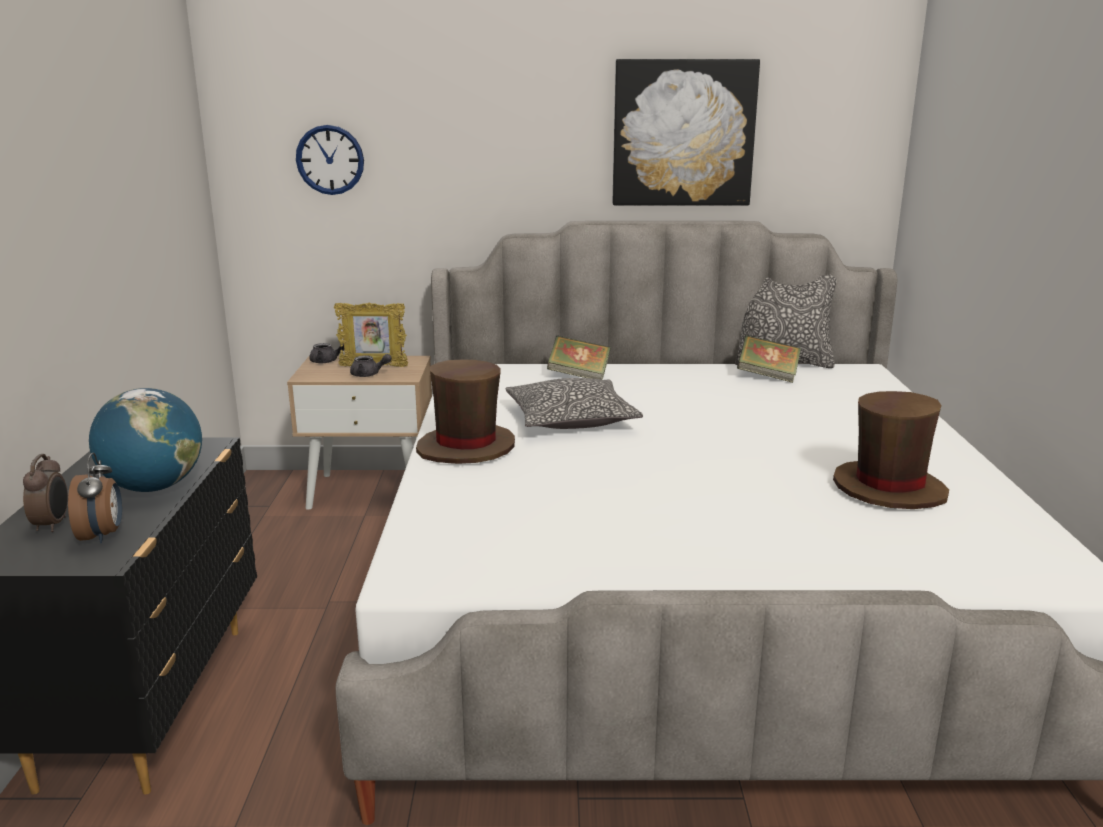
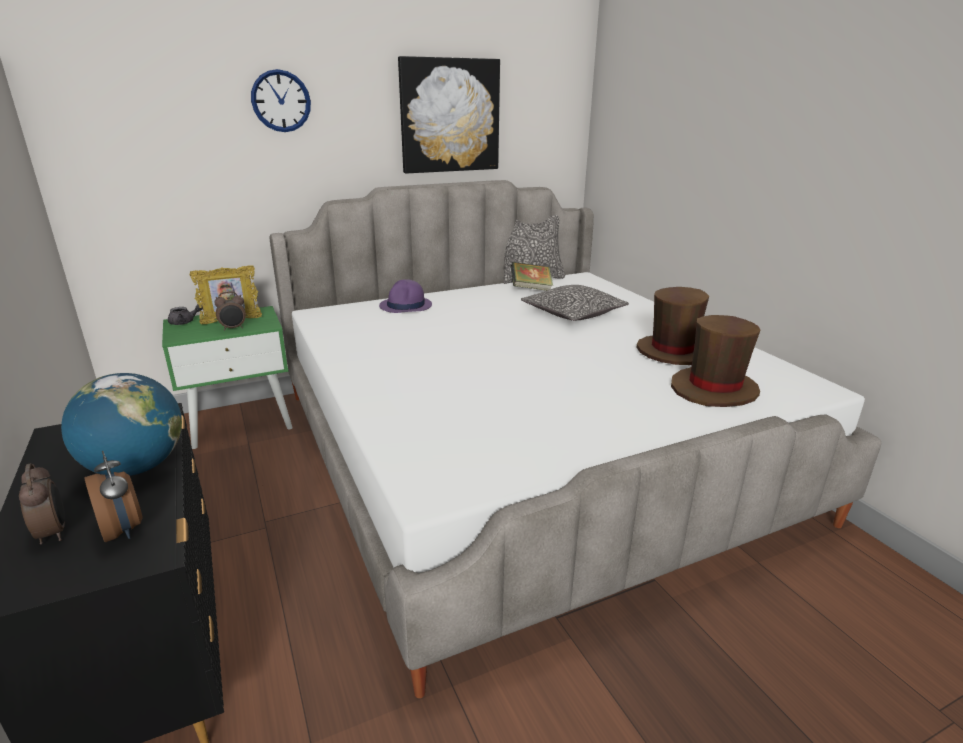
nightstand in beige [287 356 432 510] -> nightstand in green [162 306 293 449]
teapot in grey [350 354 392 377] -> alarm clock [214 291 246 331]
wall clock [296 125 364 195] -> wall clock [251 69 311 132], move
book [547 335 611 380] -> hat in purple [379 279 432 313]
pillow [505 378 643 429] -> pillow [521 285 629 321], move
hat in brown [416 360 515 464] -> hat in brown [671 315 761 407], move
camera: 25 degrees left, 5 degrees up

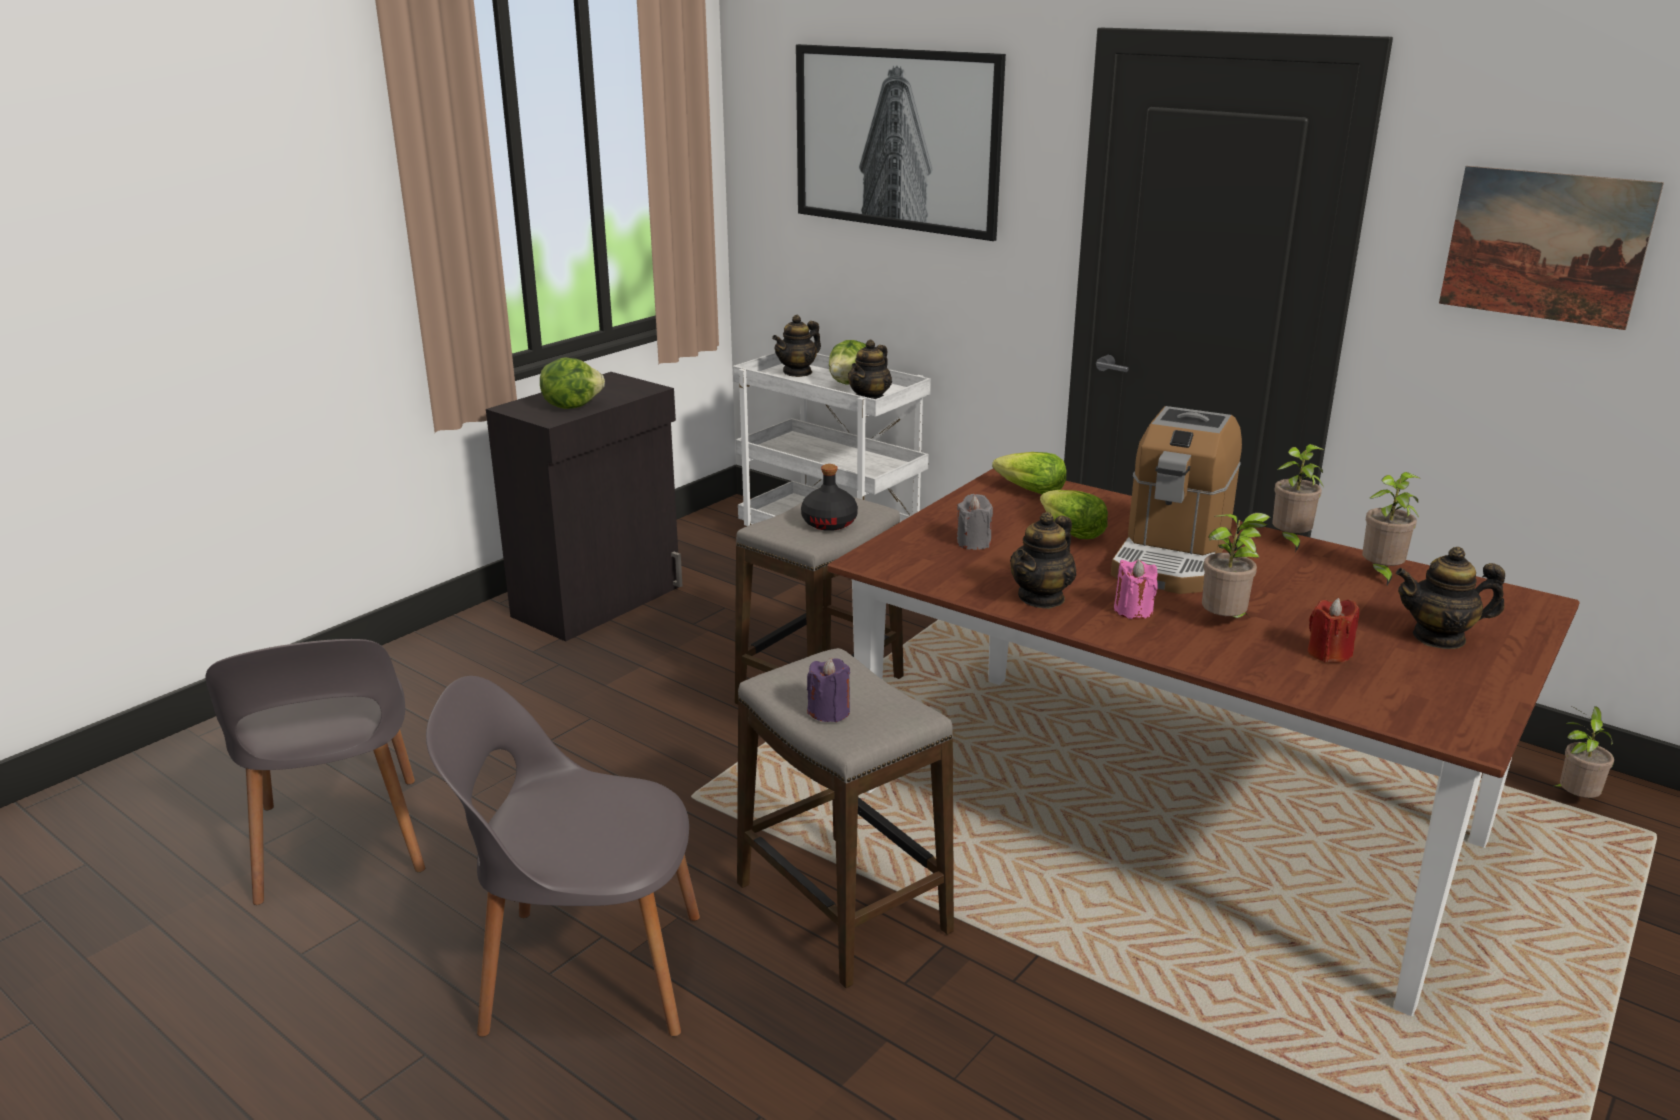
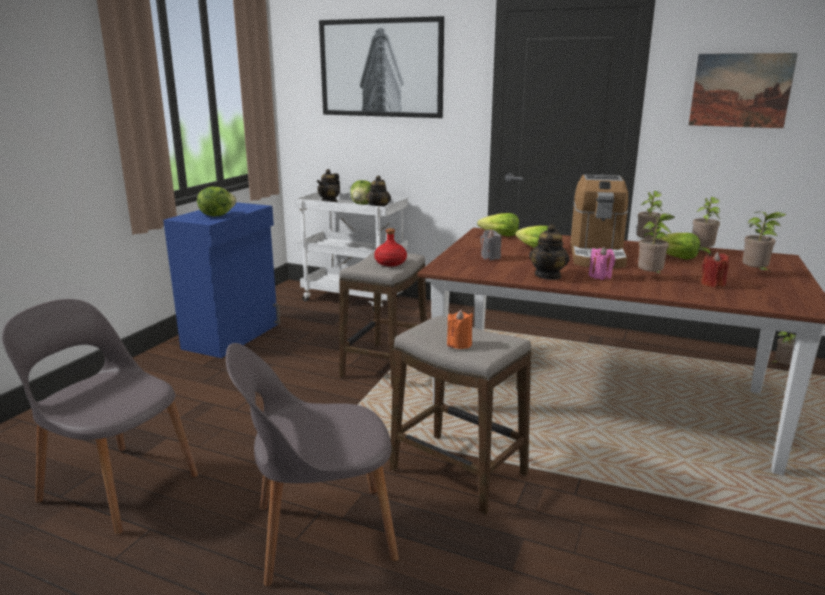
chair in grey [205 639 425 905] -> chair in grey [2 299 198 535], 150 degrees clockwise
cabinet in black [486 372 682 642] -> cabinet in blue [163 202 280 358]
bottle in black [801 464 858 531] -> bottle in red [374 228 407 266]
candle in purple [807 658 850 722] -> candle in orange [447 309 473 349]
none -> lettuce [651 233 700 259]
teapot [1396 547 1505 649] -> potted plant [742 212 786 271]
camera: 15 degrees left, 5 degrees down

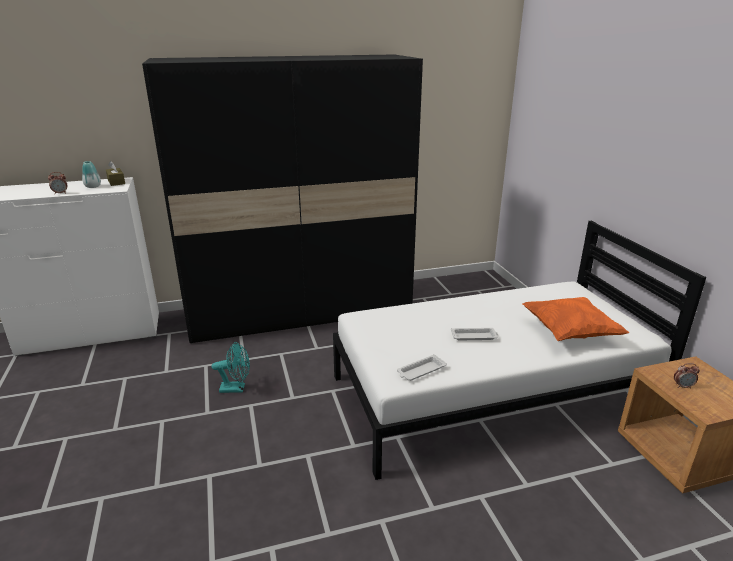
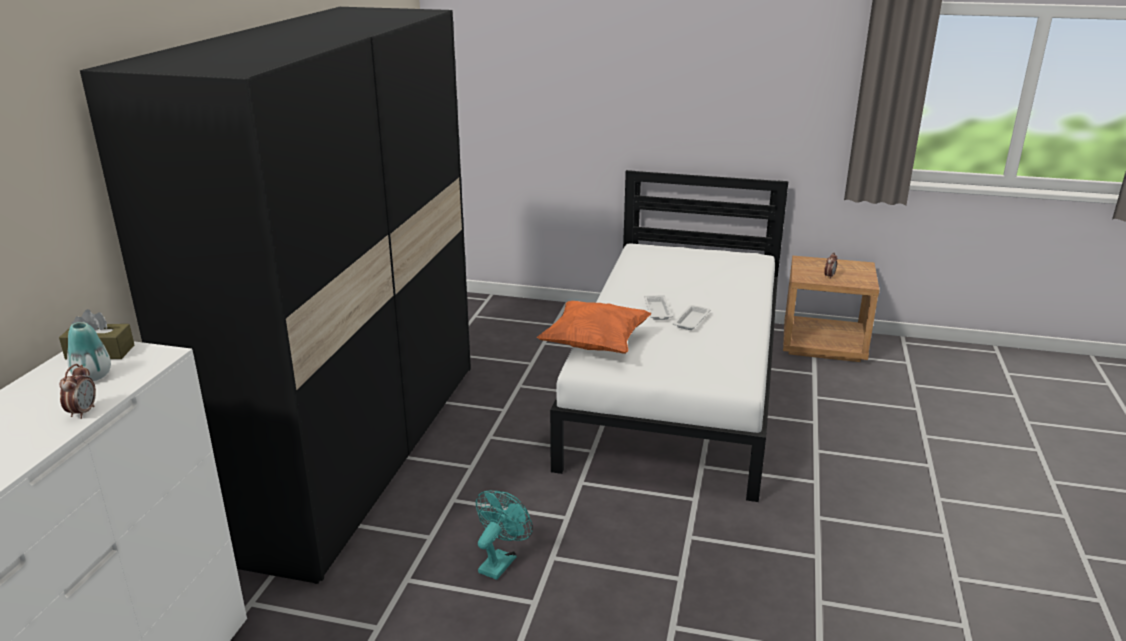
pillow in orange [522 297 629 341] -> pillow in orange [537 301 652 354], move
tray in white [397 354 447 381] -> tray in white [644 295 672 320], move
camera: 60 degrees left, 0 degrees up

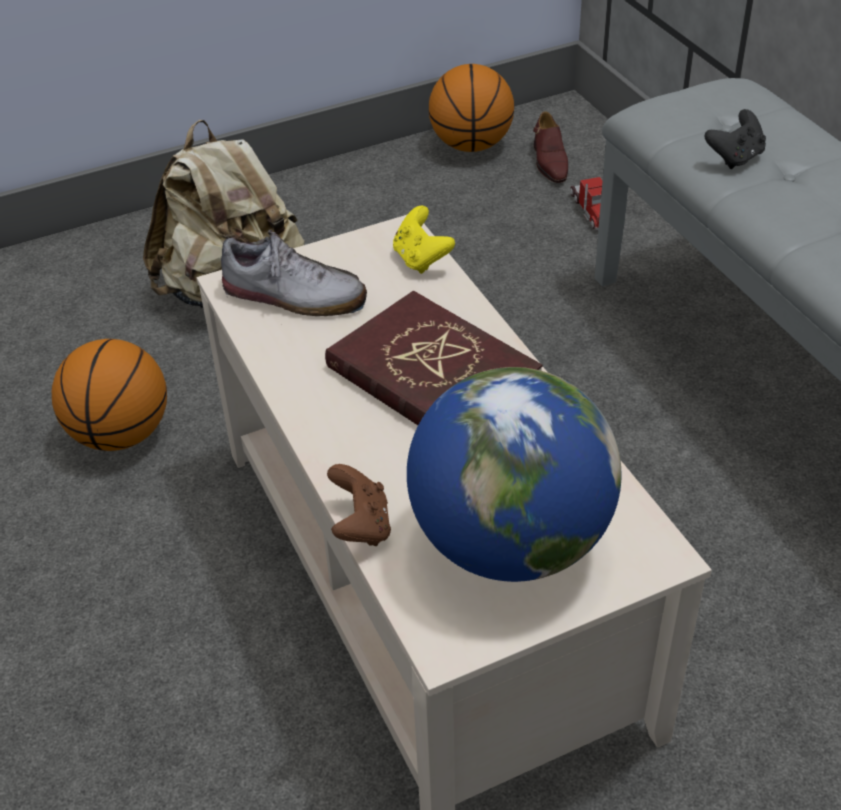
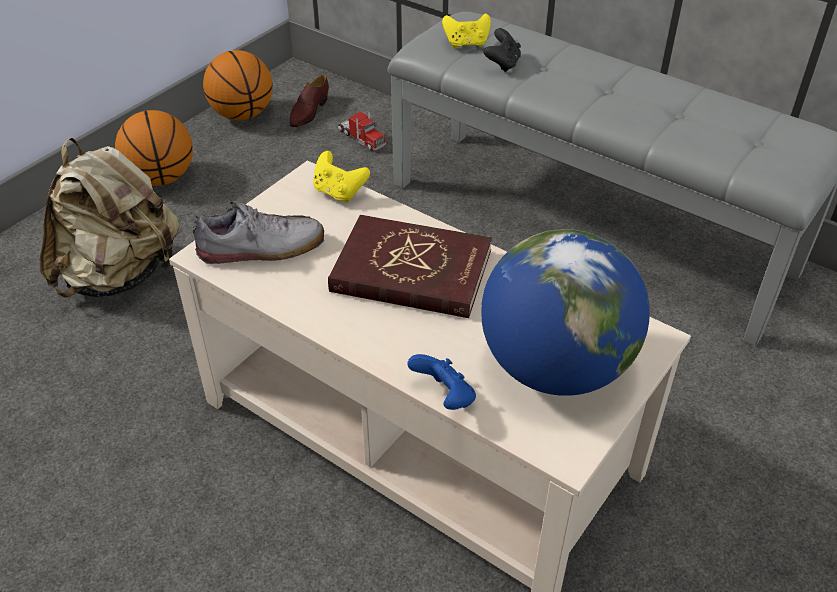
basketball [52 339 167 451] -> basketball [115 110 193 186], move
shoe in brown [533 111 568 183] -> shoe in brown [289 75 329 127], 60 degrees clockwise
game controller in brown [327 464 391 546] -> game controller in blue [407 354 476 410]
none -> game controller in yellow [442 14 491 48]
camera: 30 degrees left, 0 degrees up

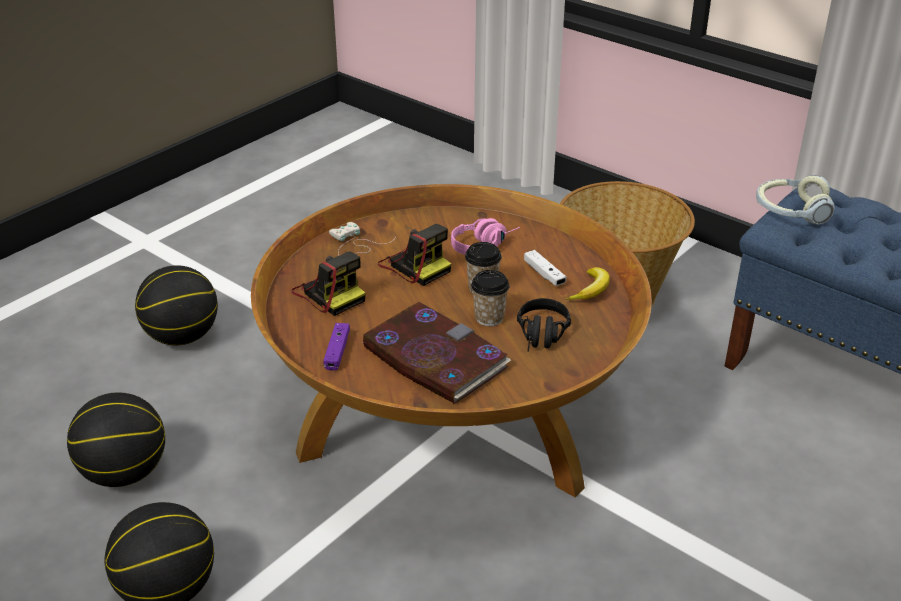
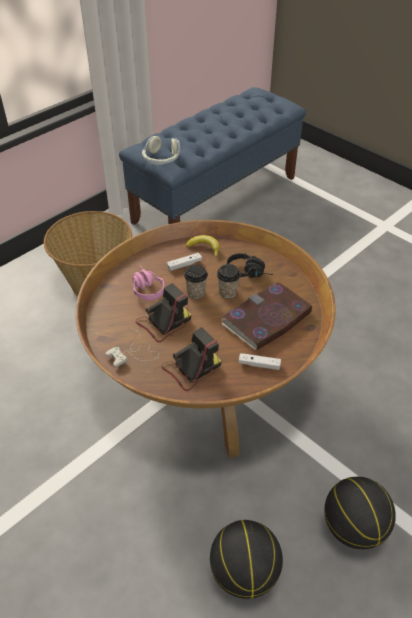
game controller in purple [323 323 350 371] -> game controller in white [239 353 281 370]
basketball [135 265 218 345] -> none
camera: 85 degrees left, 10 degrees up

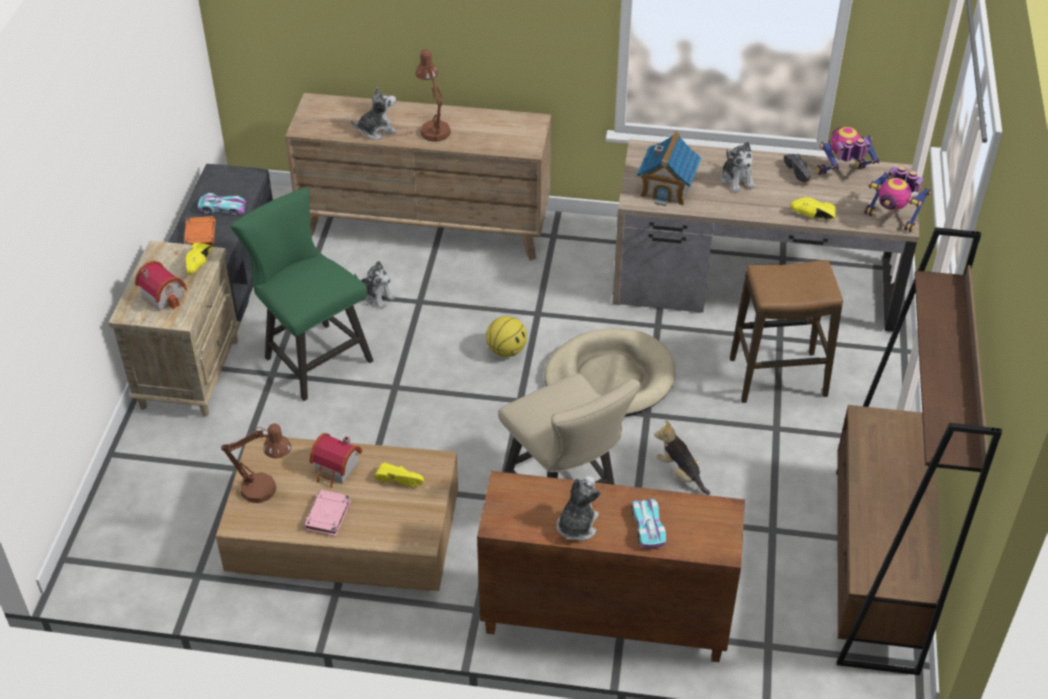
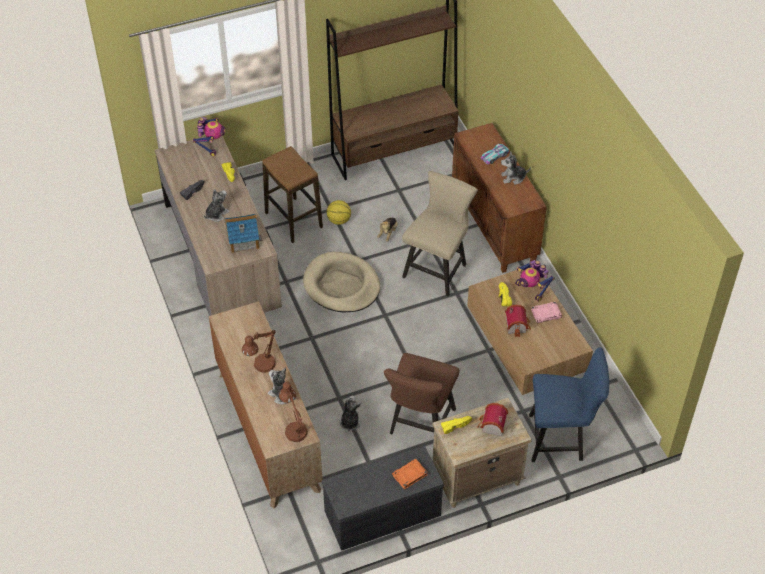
table lamp in brown [221 423 291 503] -> table lamp in brown [279 382 308 442], move
basketball [486 316 527 357] -> basketball [327 200 351 225], move
chair in green [230 187 373 401] -> chair in brown [384 353 459 434]
toy robot [817 127 880 175] -> toy robot [515 260 555 302], move
none -> chair in blue [529 347 609 462]
toy car [198 193 247 216] -> none
camera: 120 degrees left, 5 degrees up

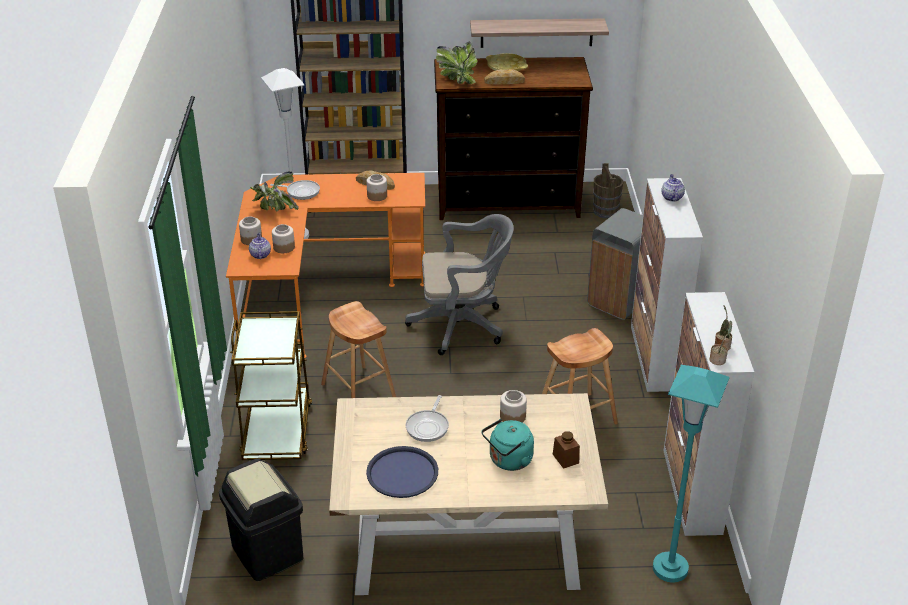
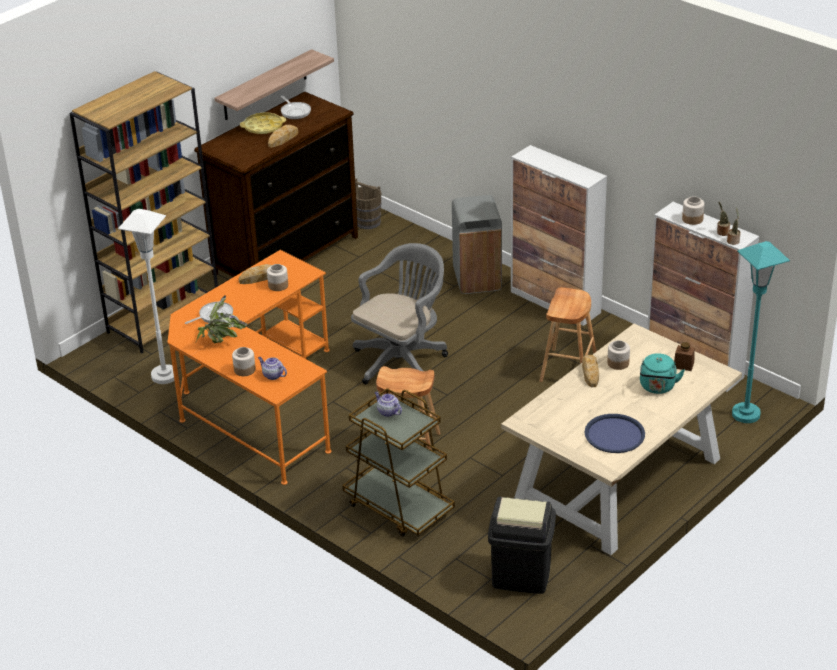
frying pan [406 395 449 442] -> frying pan [281 96 311 119], move
teapot [662 174 685 202] -> teapot [374 391 402 417], move
none -> bread [582 355 599 387]
jar [272 224 295 253] -> jar [682 196 705 225], move
potted plant [436 42 478 84] -> none
camera: 45 degrees left, 0 degrees up

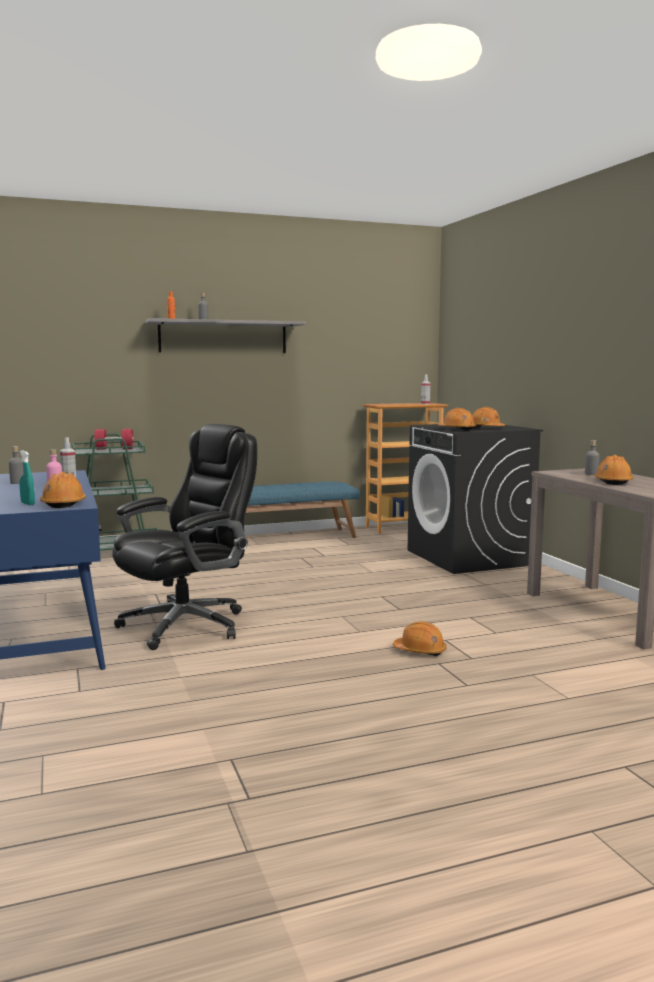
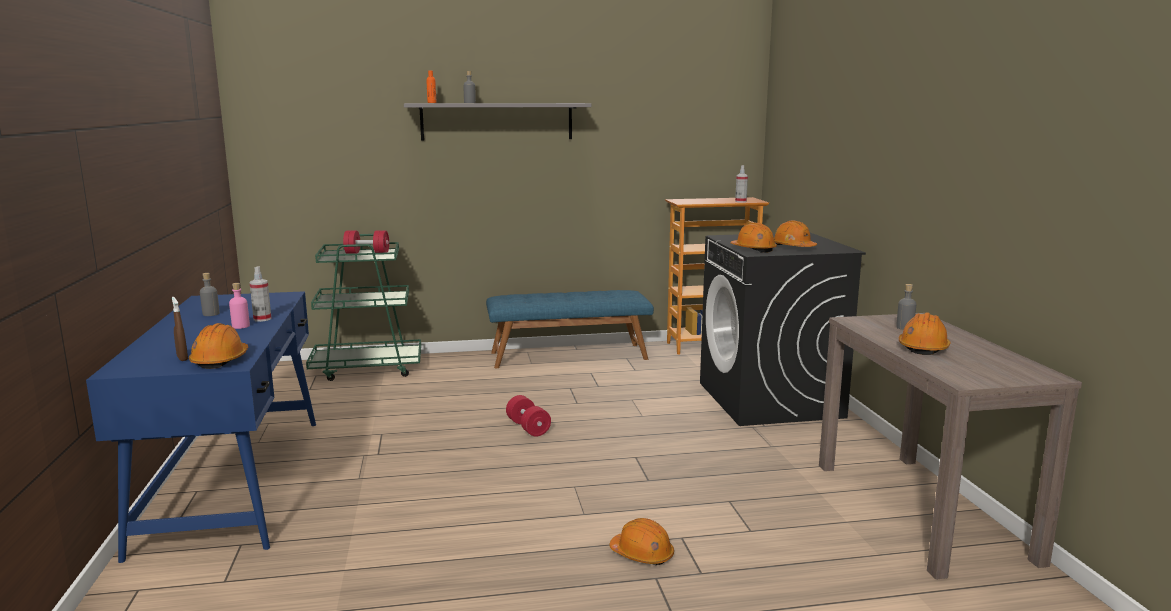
spray bottle in turquoise [19 450 35 505] -> spray bottle in brown [172 297 188 361]
none -> dumbbell in red [506 395 551 437]
office chair in black [112 424 257 650] -> none
camera: 10 degrees right, 5 degrees up

